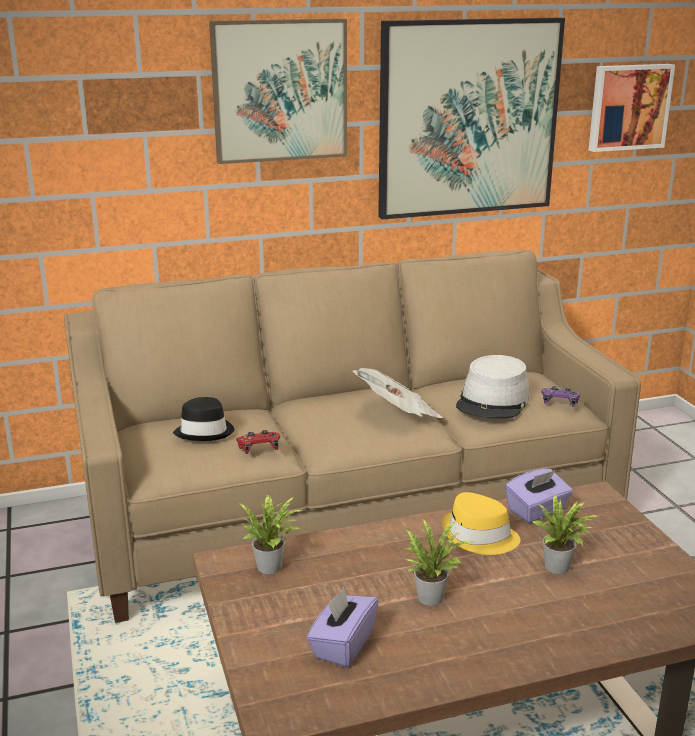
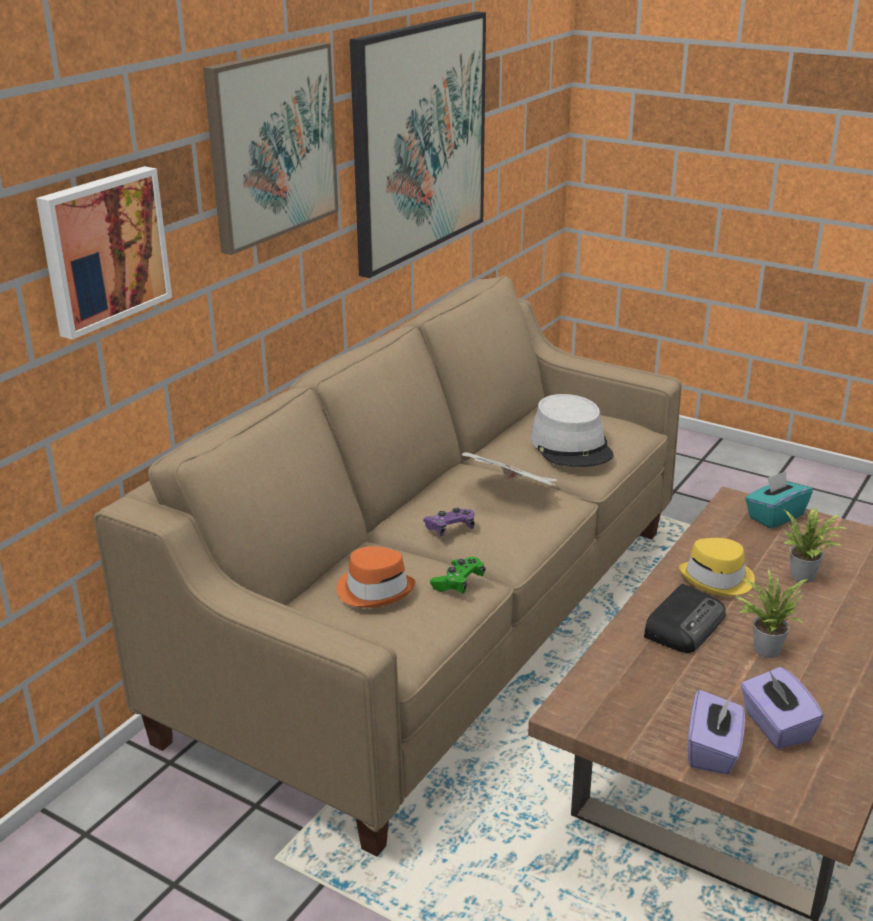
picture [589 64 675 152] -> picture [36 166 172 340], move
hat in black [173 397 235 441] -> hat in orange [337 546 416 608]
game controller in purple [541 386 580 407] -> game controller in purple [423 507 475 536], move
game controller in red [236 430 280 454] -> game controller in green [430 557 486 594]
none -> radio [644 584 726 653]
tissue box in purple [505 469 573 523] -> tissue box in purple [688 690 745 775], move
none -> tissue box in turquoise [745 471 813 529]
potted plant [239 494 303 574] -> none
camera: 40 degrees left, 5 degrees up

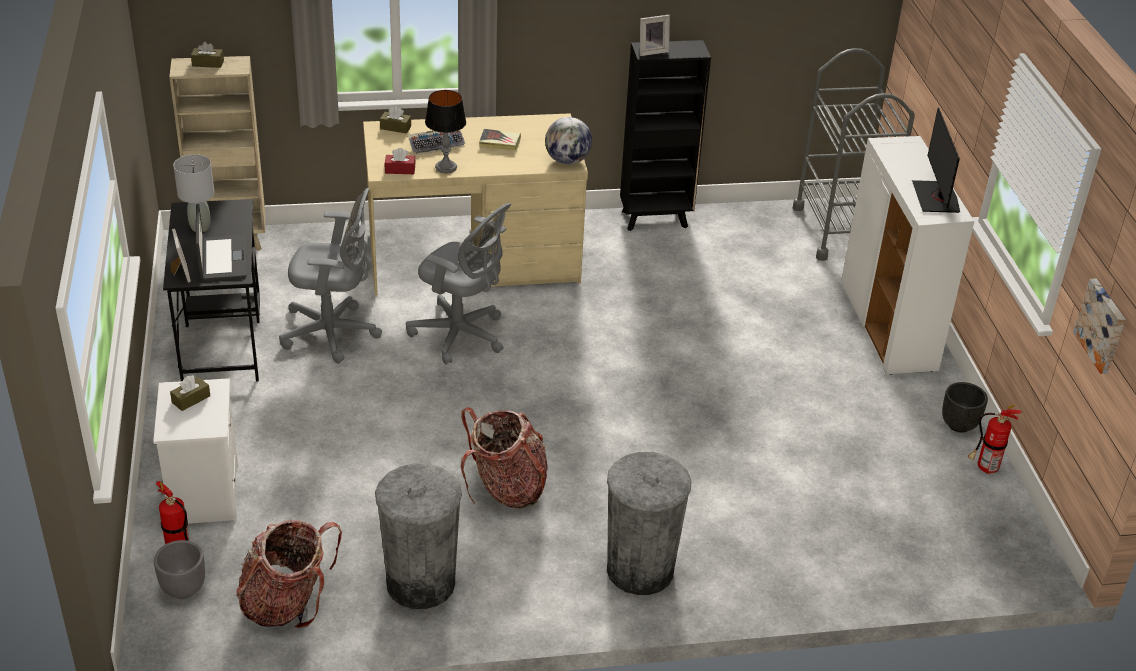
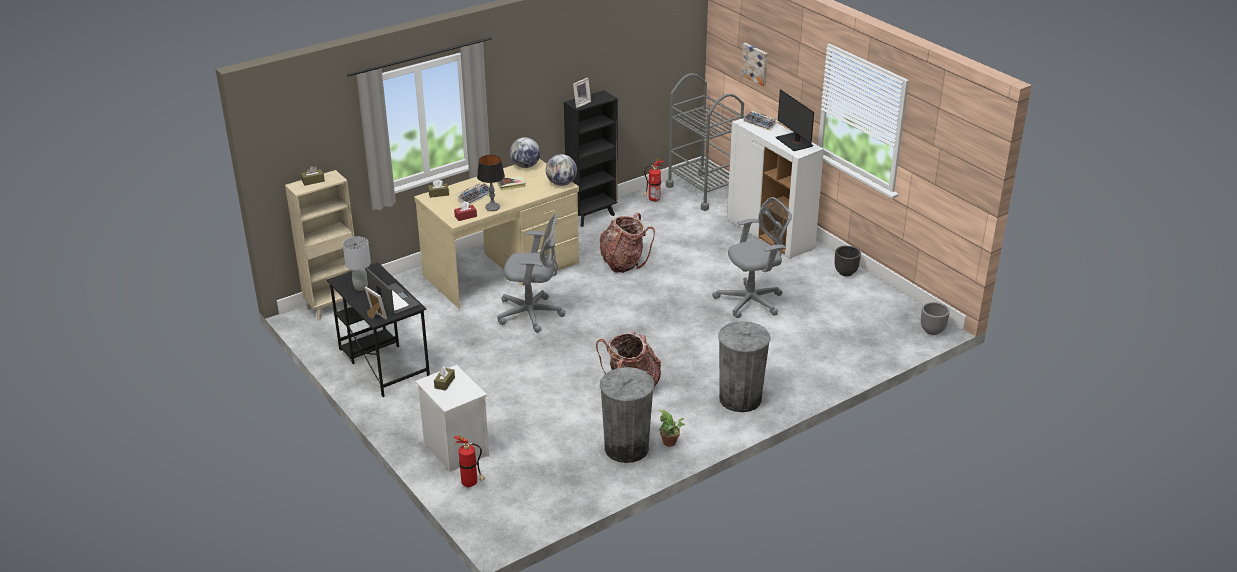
none -> globe [510 137 540 168]
backpack [236 520 342 629] -> backpack [600 212 655 273], move
fire extinguisher [968 404 1021 474] -> fire extinguisher [643 158 664 202], move
none -> potted plant [658 410 685 447]
office chair in grey [279 188 382 364] -> office chair in grey [712 197 792 318], move
picture [1073 279 1126 374] -> picture [741 43 768 86], move
none -> keyboard [743 111 778 131]
planter in grey [154 540 205 599] -> planter in grey [921 302 950 335], move
camera: 25 degrees left, 5 degrees down

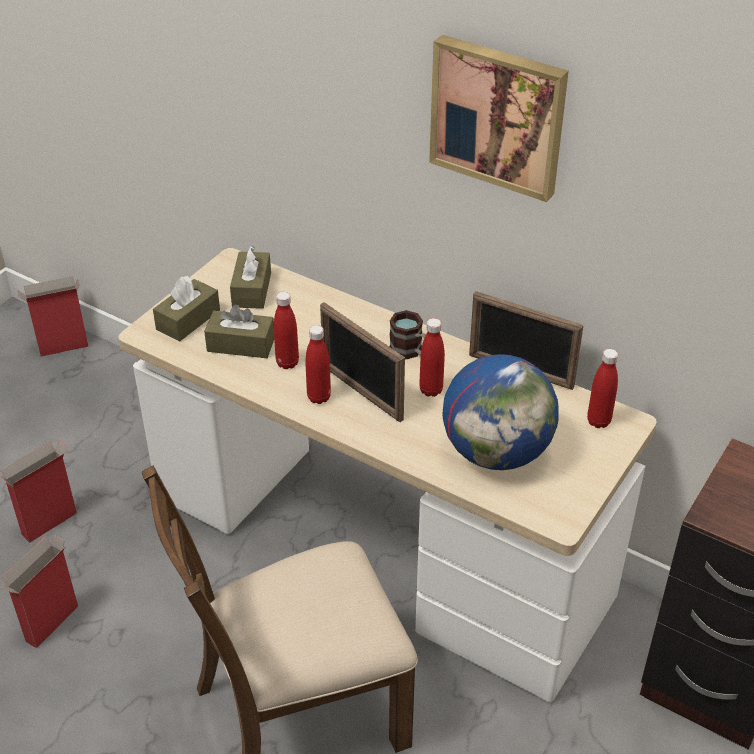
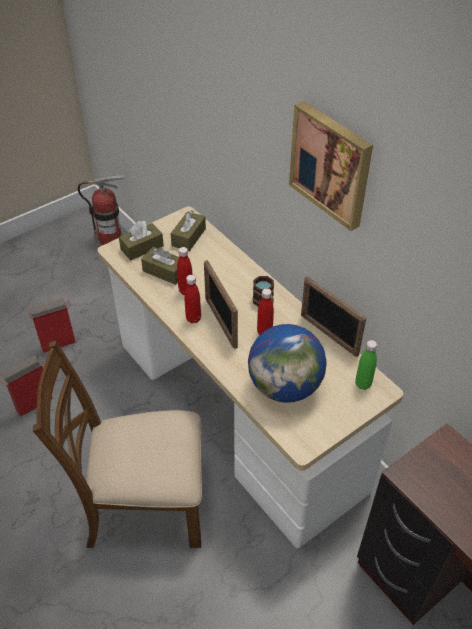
cardboard box [17 276 88 357] -> fire extinguisher [78 175 124 245]
bottle in red [587 349 618 428] -> bottle in green [355 340 377 390]
camera: 20 degrees right, 5 degrees up

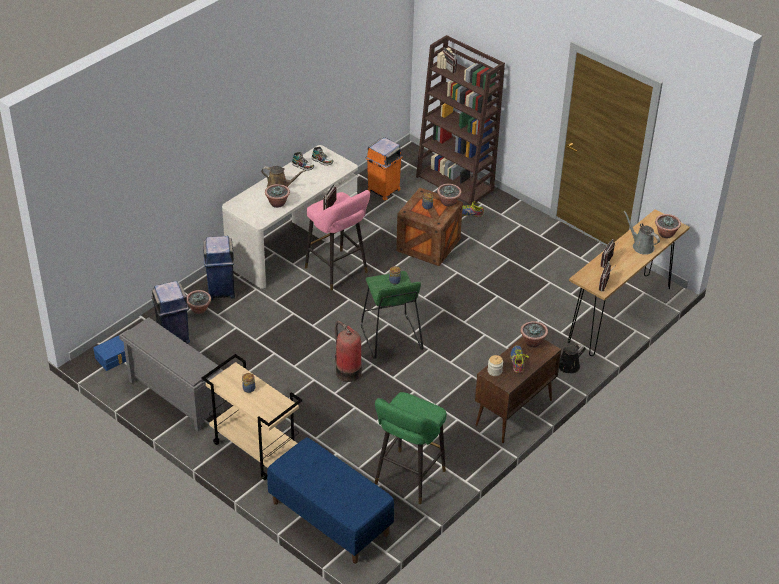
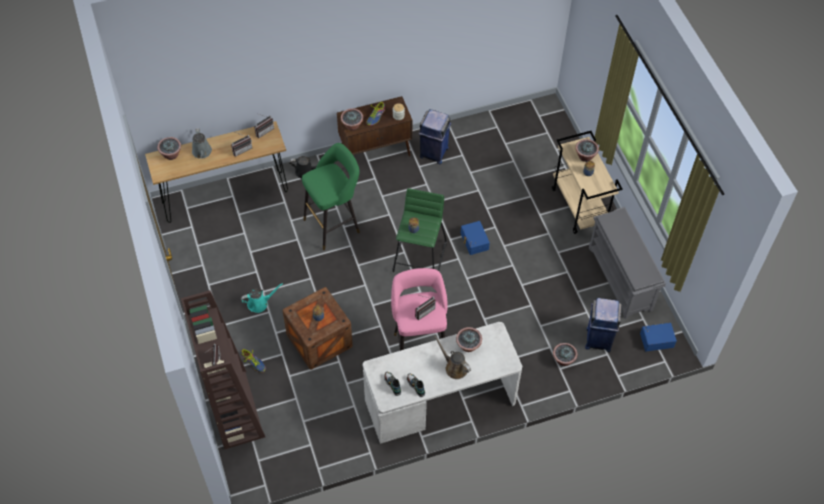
none -> watering can in turquoise [241 283 283 313]
stool in green [375 392 446 504] -> stool in green [302 143 360 250], move
trash can in blue [203 236 235 300] -> trash can in blue [418 109 451 164], move
fire extinguisher [335 321 362 382] -> storage box in blue [461 221 490 255]
potted plant [437 184 461 207] -> potted plant [575 139 599 162], move
bench in blue [267 437 394 564] -> none
trash can in orange [366 137 403 200] -> none
camera: 150 degrees left, 15 degrees up

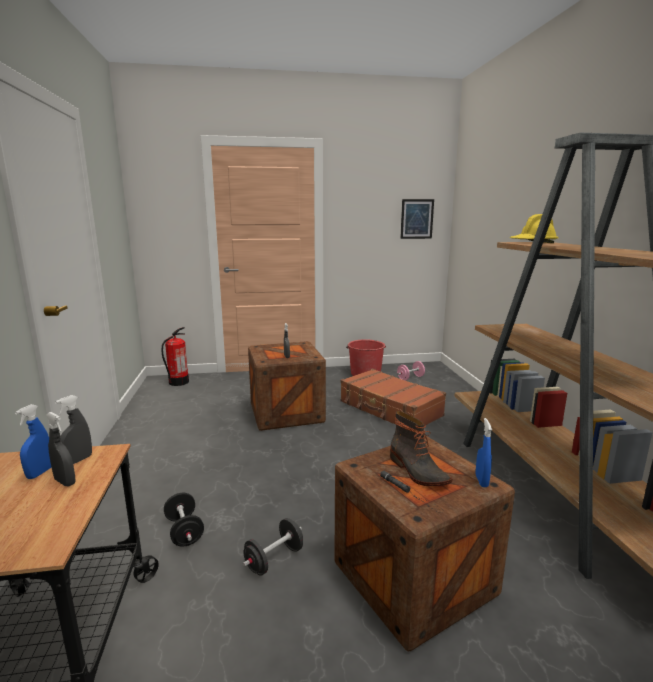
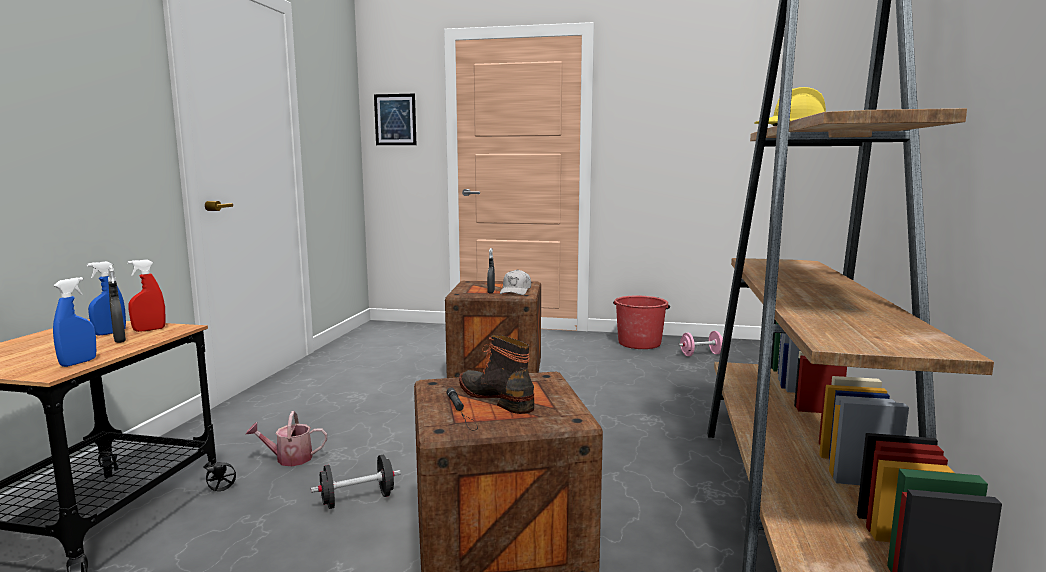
spray bottle in blue [476 418 492 487] -> spray bottle in blue [53 277 96 367], move
spray bottle in grey [55 395 92 464] -> spray bottle in red [128 259 166 332]
dumbbell in black [164 493 204 547] -> watering can [246 411 327 466]
picture [400 199 434 239] -> picture [374 94 417 145], move
boot [390 411 452 486] -> boot [459 335 534 414], 150 degrees clockwise
none -> cap in white [500 269 531 295]
fire extinguisher [161 327 189 386] -> none
suitcase in brown [340 369 446 425] -> none
camera: 20 degrees right, 5 degrees down

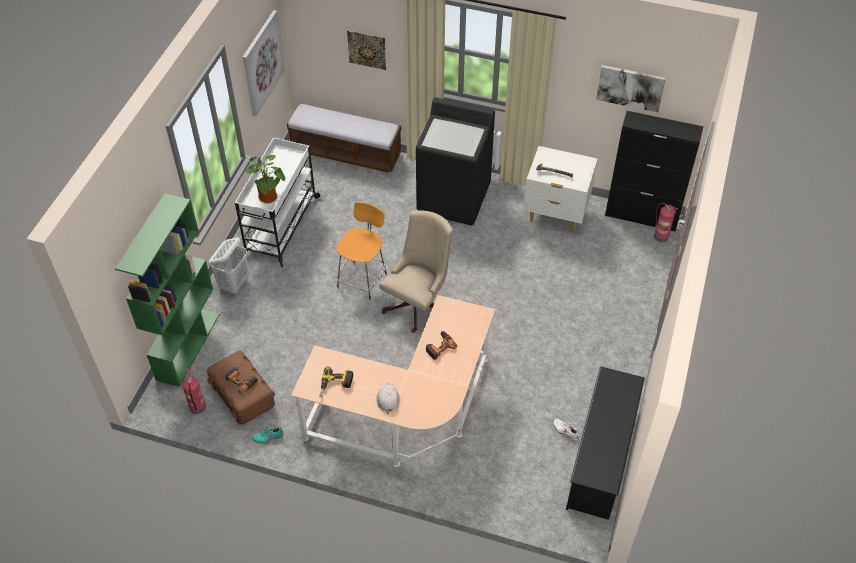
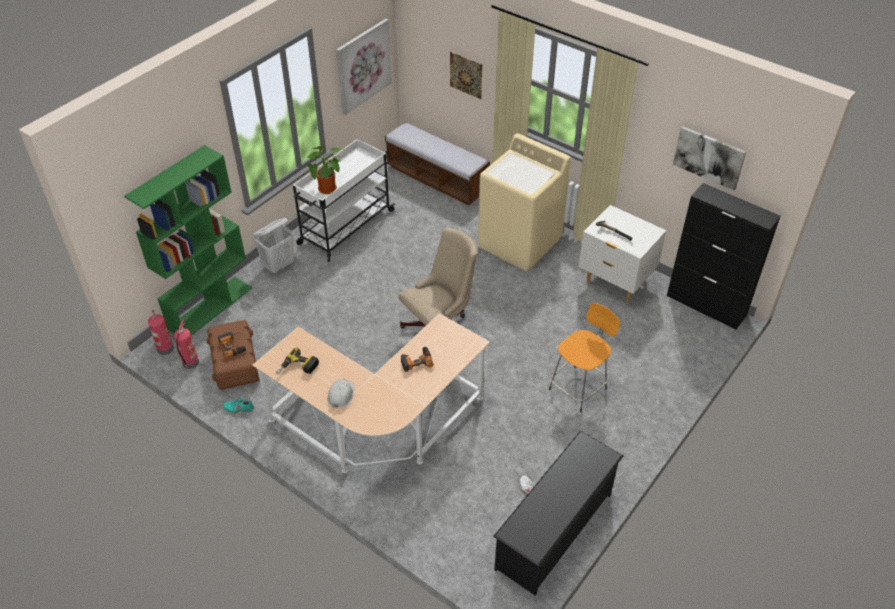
fire extinguisher [654 203 678 242] -> fire extinguisher [148 310 174 355], move
washing machine in black [416 98 495 225] -> washing machine in beige [478 133 571 271]
stool in orange [336 202 387 300] -> stool in orange [549 303 620 412], move
camera: 20 degrees right, 5 degrees down

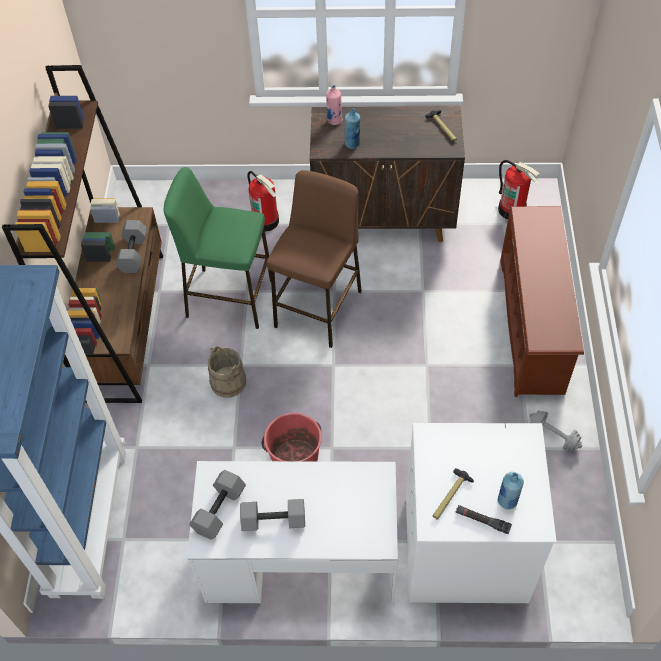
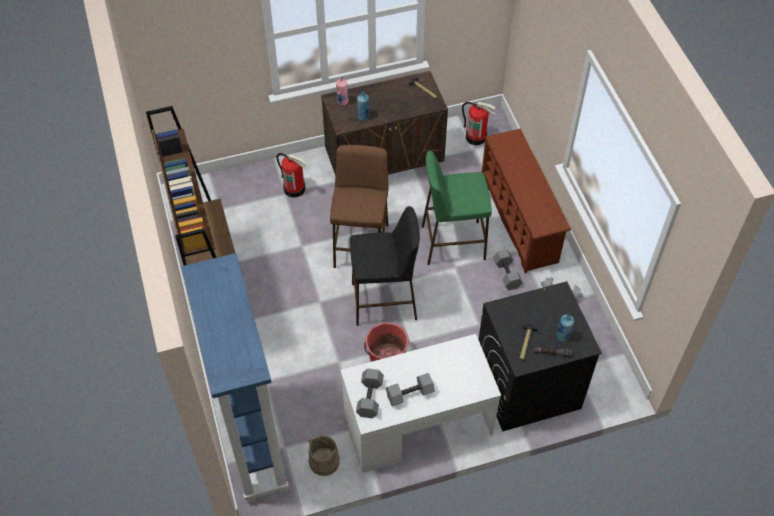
bucket in beige [208 346 246 398] -> bucket in beige [308 436 340 476], move
none -> stool in black [350 206 420 326]
stool in green [164 167 271 329] -> stool in green [422 151 492 265], move
washing machine in white [406 423 557 603] -> washing machine in black [479 281 602 431]
dumbbell in grey [115 220 147 273] -> dumbbell in grey [493 249 523 290], move
camera: 20 degrees left, 0 degrees up

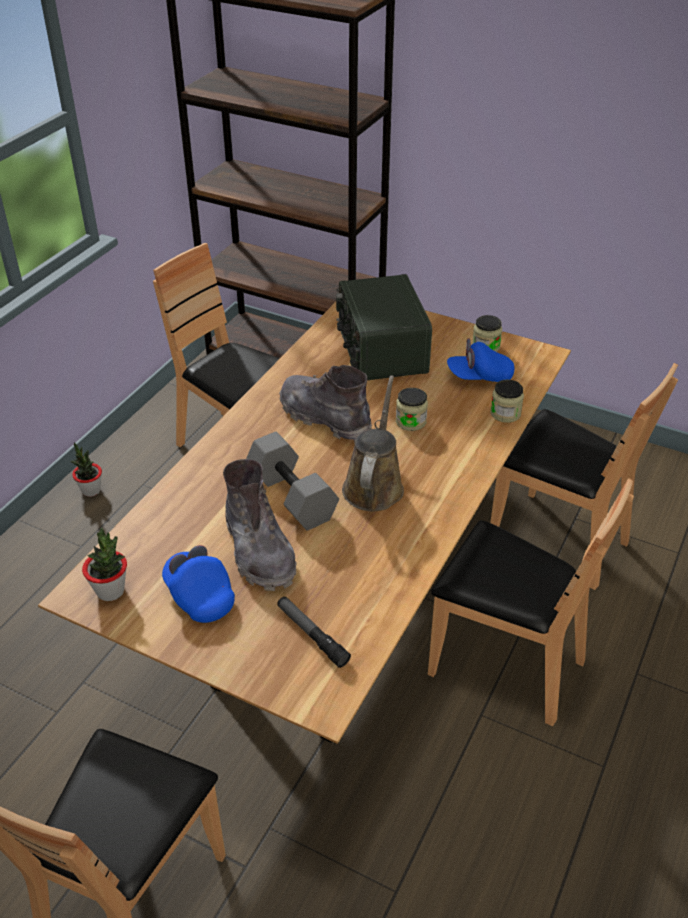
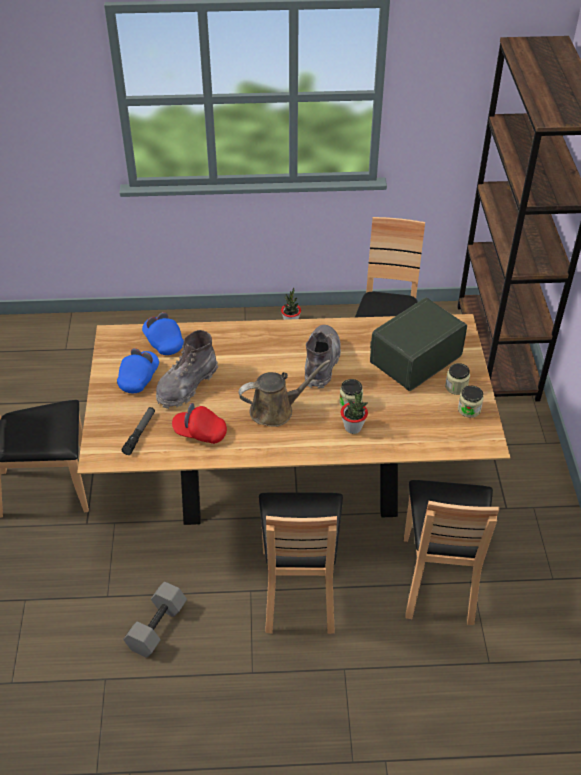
dumbbell in grey [246 432 339 530] -> dumbbell in grey [123 582 187 658], move
cap in blue [447 338 514 382] -> cap in blue [142 312 184 355], move
none -> cap in red [172 403 227 444]
potted plant [82 527 127 601] -> potted plant [341 392 368 434], move
jar [490 380 524 423] -> jar [445 363 470 395], move
camera: 60 degrees right, 5 degrees up

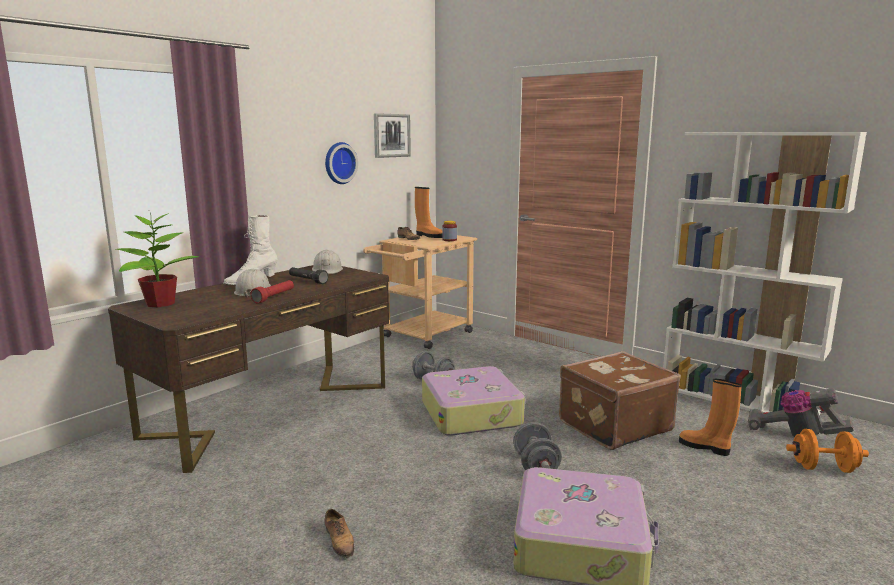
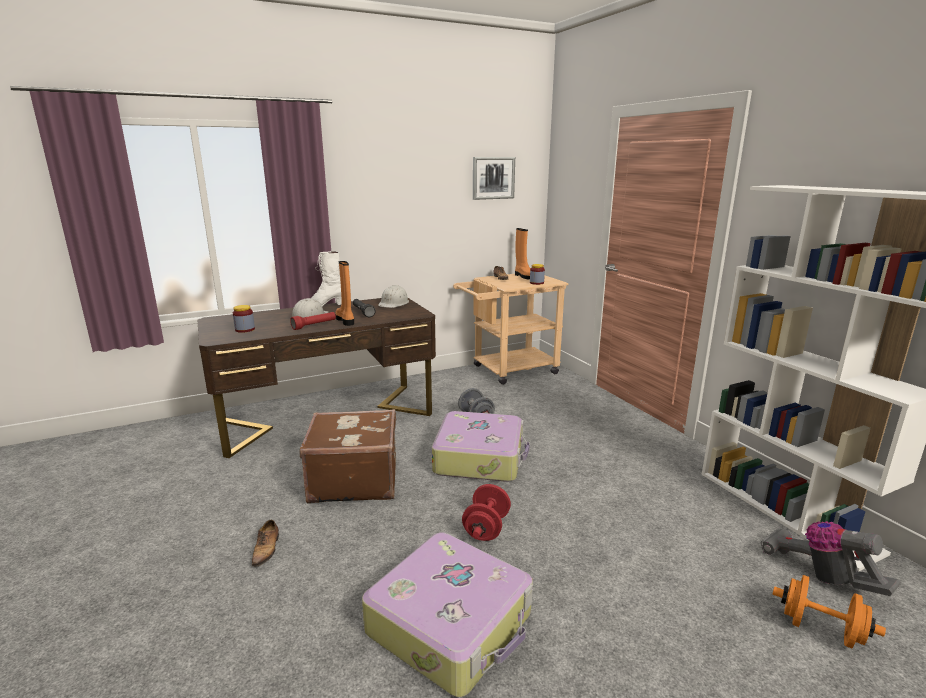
none -> jar [233 305 255 333]
suitcase in brown [559 351 681 450] -> suitcase in brown [300 409 396 504], move
boot in orange [679 379 742 456] -> boot in orange [335 261 354 326], move
dumbbell in grey [513 422 562 470] -> dumbbell in red [462 484 511 541]
potted plant [116 213 199 307] -> none
wall clock [325 142 358 184] -> none
camera: 25 degrees right, 5 degrees up

